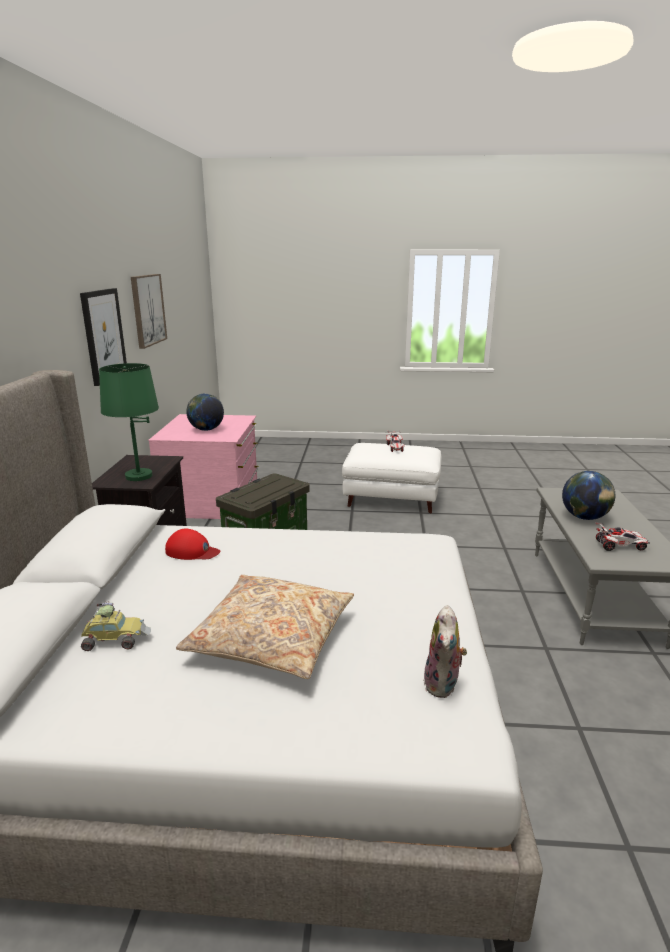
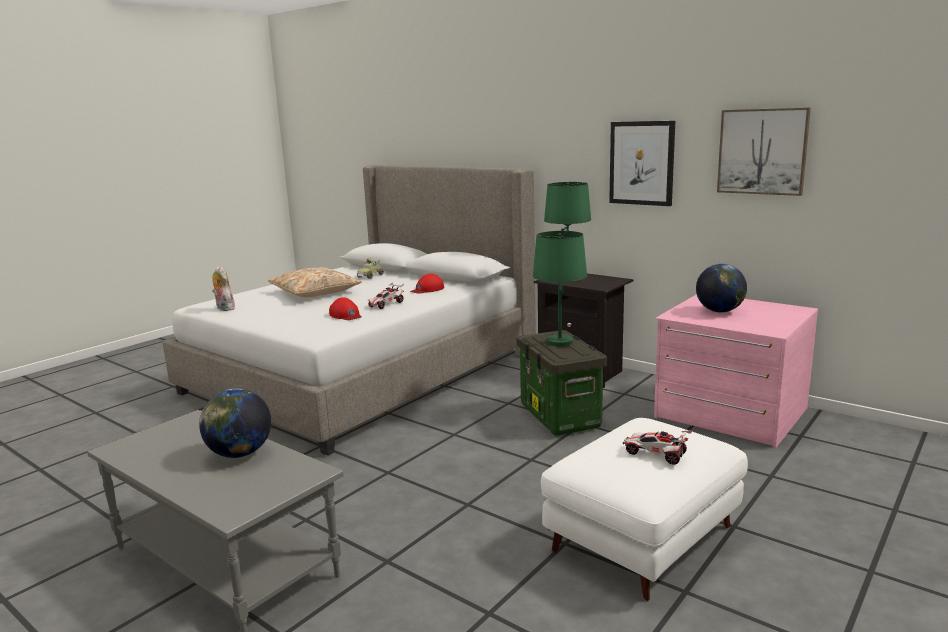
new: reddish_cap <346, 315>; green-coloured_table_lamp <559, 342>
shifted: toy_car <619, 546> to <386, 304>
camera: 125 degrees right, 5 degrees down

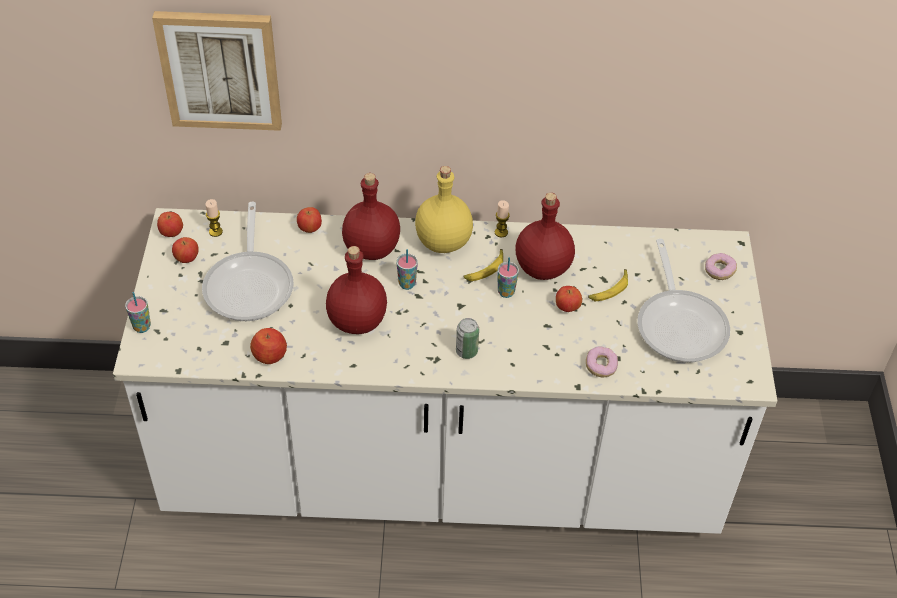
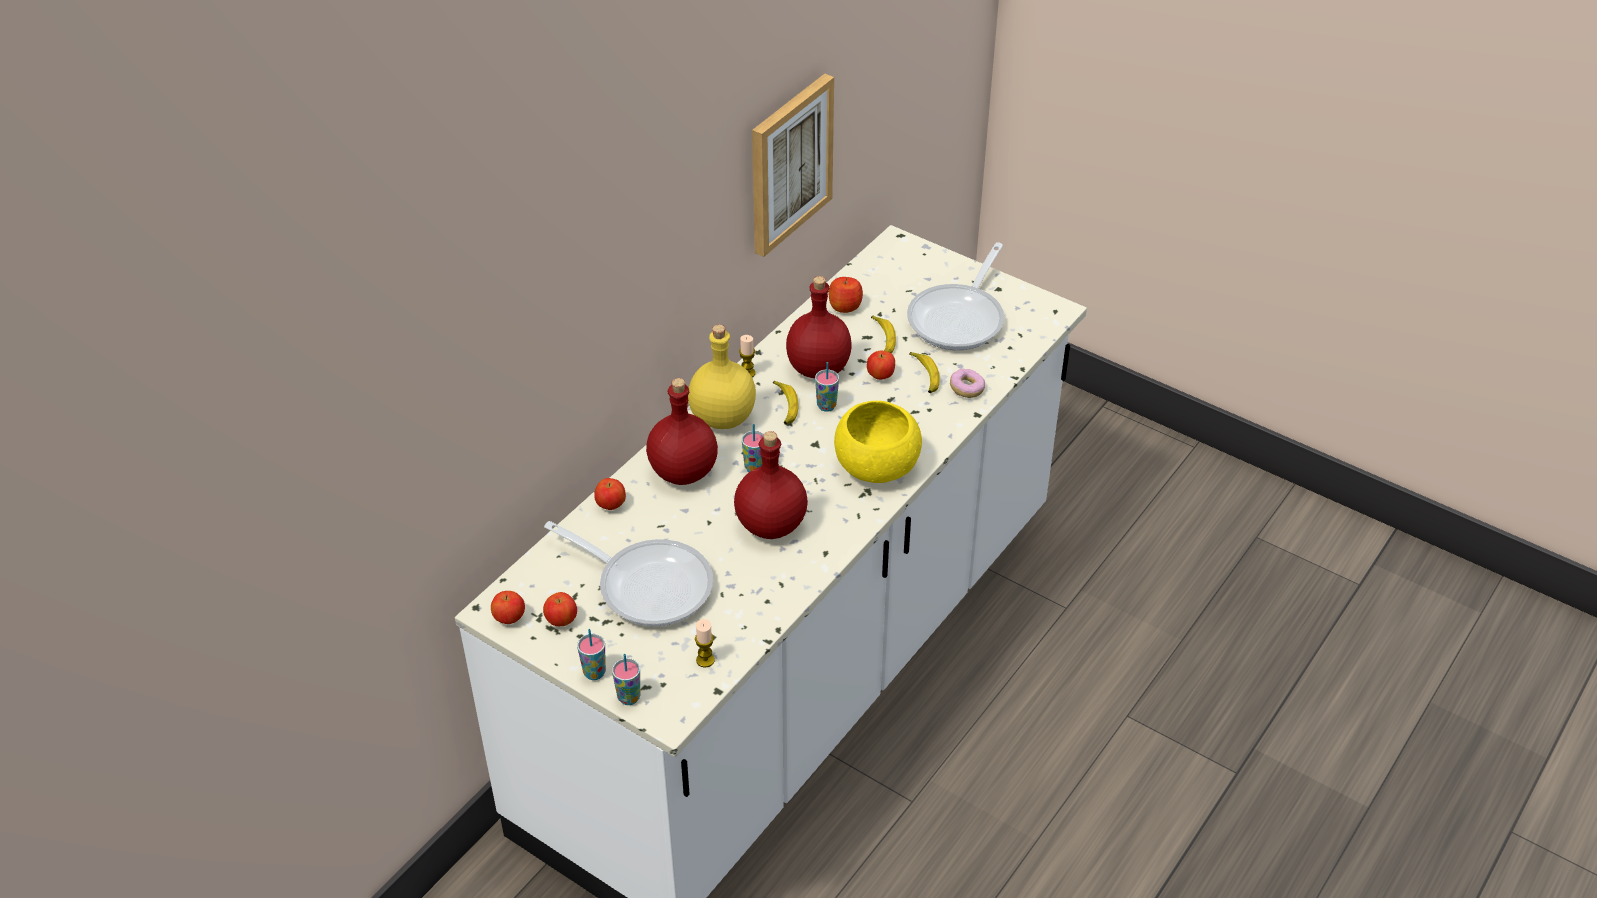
gone: donut <719, 271>
new: cup <594, 673>; banana_fruit <925, 376>
shifted: wax_light <215, 231> to <705, 660>; picture <220, 69> to <789, 163>; apple_fruit <270, 355> to <845, 306>
swapped: sealed_can <466, 351> to yellow-coloured_bowl <876, 466>
rotated: skillet <680, 324> = <960, 318> 90 degrees clockwise
camera: 55 degrees left, 5 degrees down

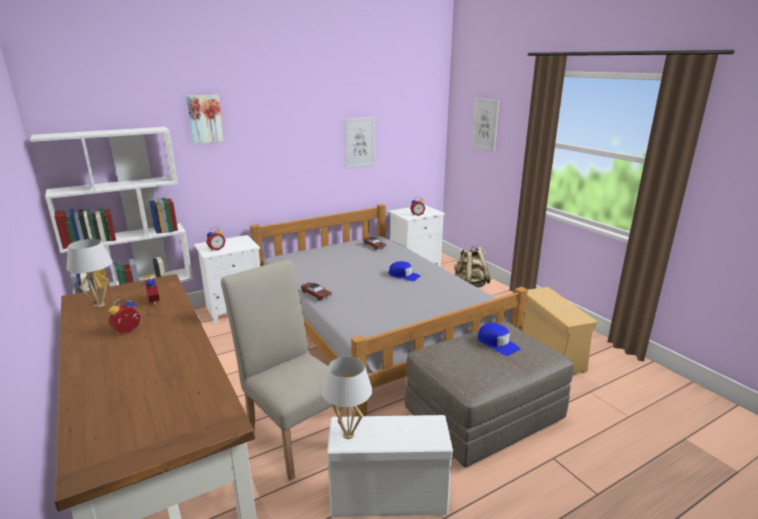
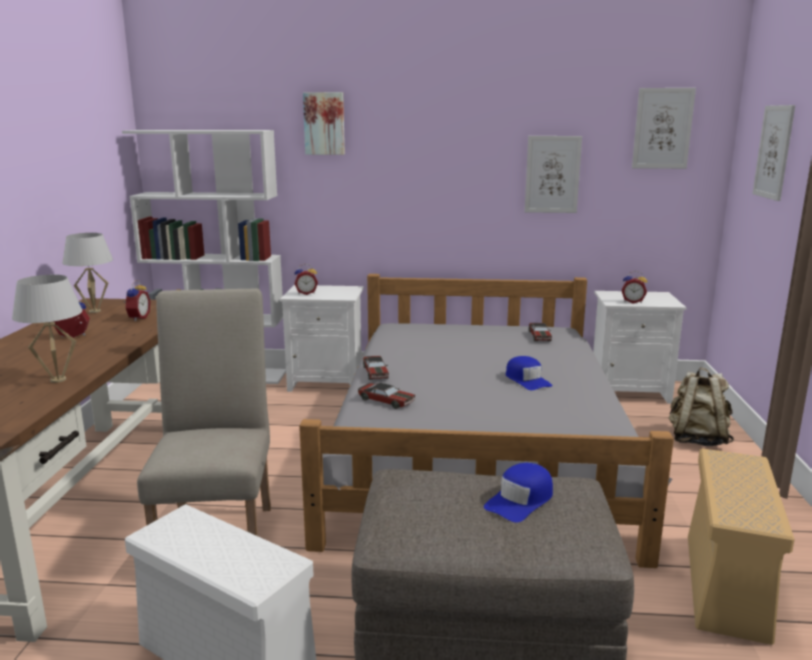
new: toy_car <386, 401>; picture <662, 128>
shifted: white-coloured_table_lamp <348, 434> to <58, 380>
rotated: blue-coloured_cap <497, 343> = <520, 500> 45 degrees clockwise
camera: 35 degrees right, 5 degrees down

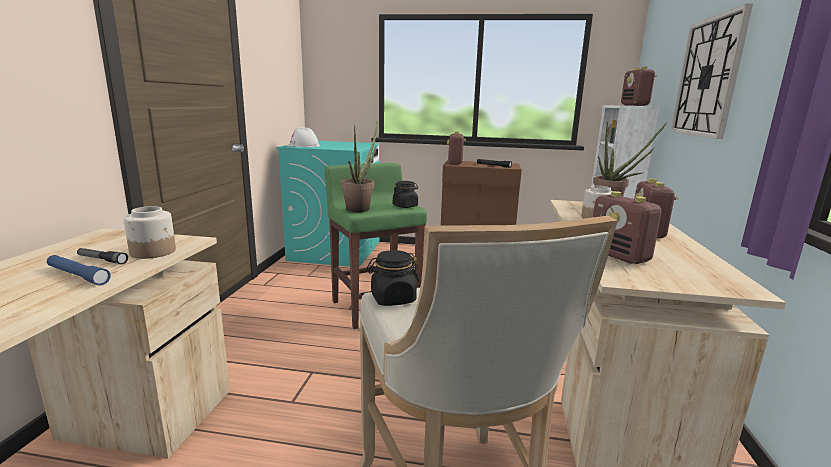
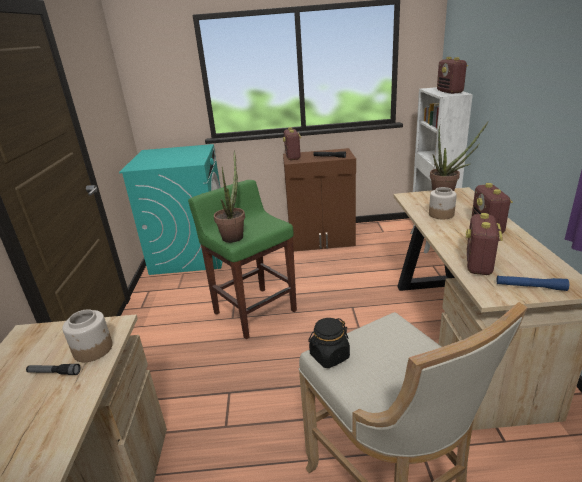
gone: white-coloured_work_helmet <303, 146>; black_jar <405, 206>; hanging_clock <707, 77>
shifted: blue-coloured_flashlight <78, 276> to <530, 287>
rotated: radio_set <619, 256> = <479, 265> 60 degrees clockwise
camera: 10 degrees left, 10 degrees up

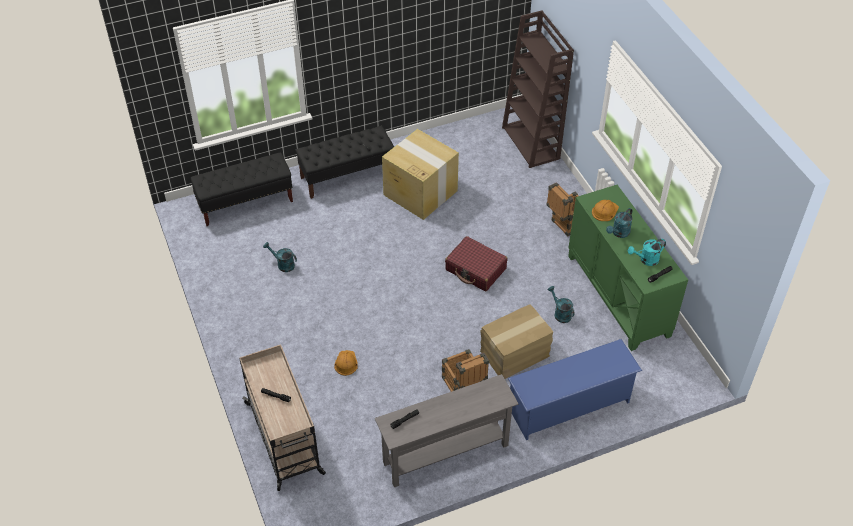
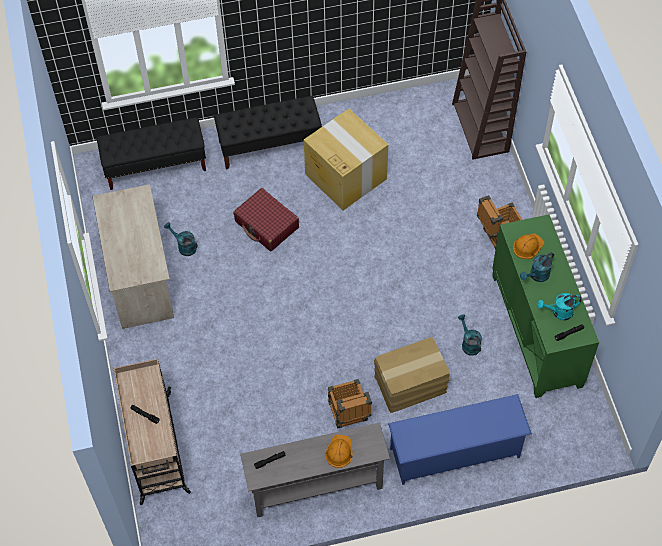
new: beige-coloured_desk_table <139, 276>
shifted: reddish_piece_of_luggage <476, 269> to <267, 225>; orange-coloured_work_helmet <346, 363> to <339, 451>
camera: 10 degrees right, 10 degrees up

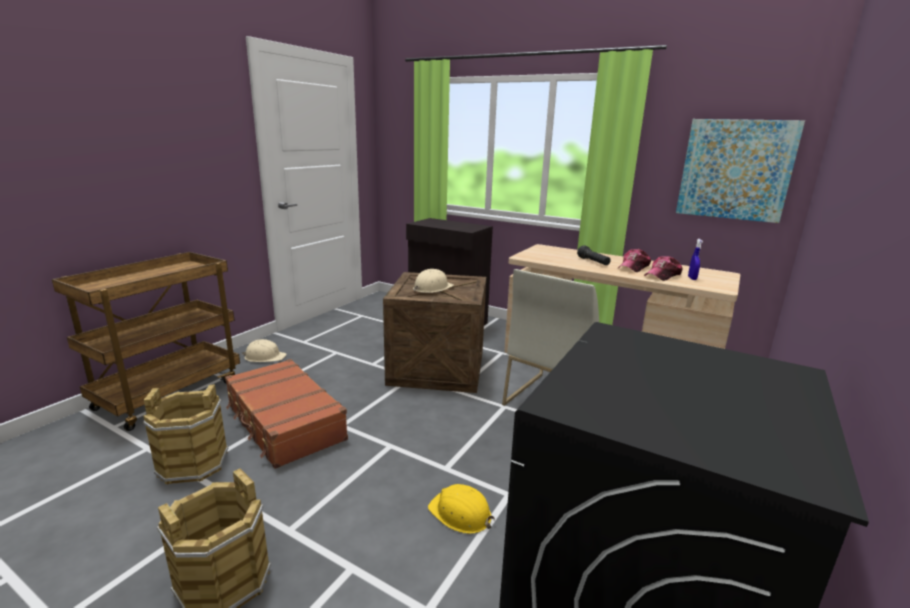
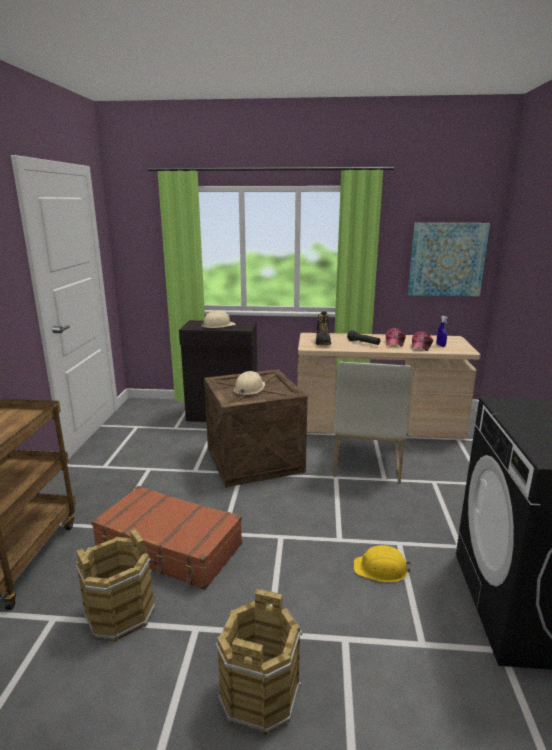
new: black_high-top_boot <323, 342>
shifted: beige-coloured_work_helmet <264, 357> to <218, 325>
camera: 25 degrees left, 0 degrees up

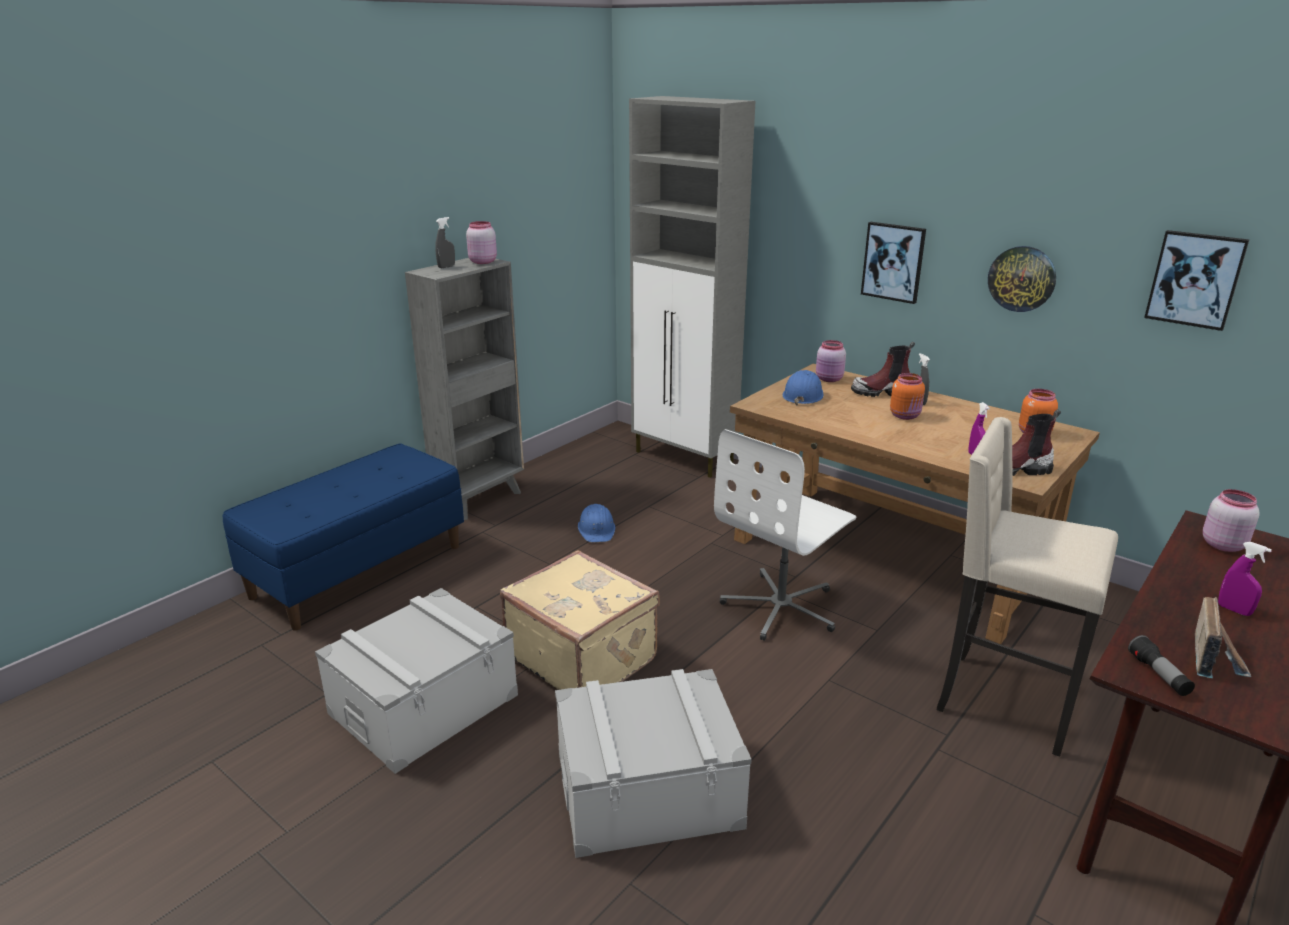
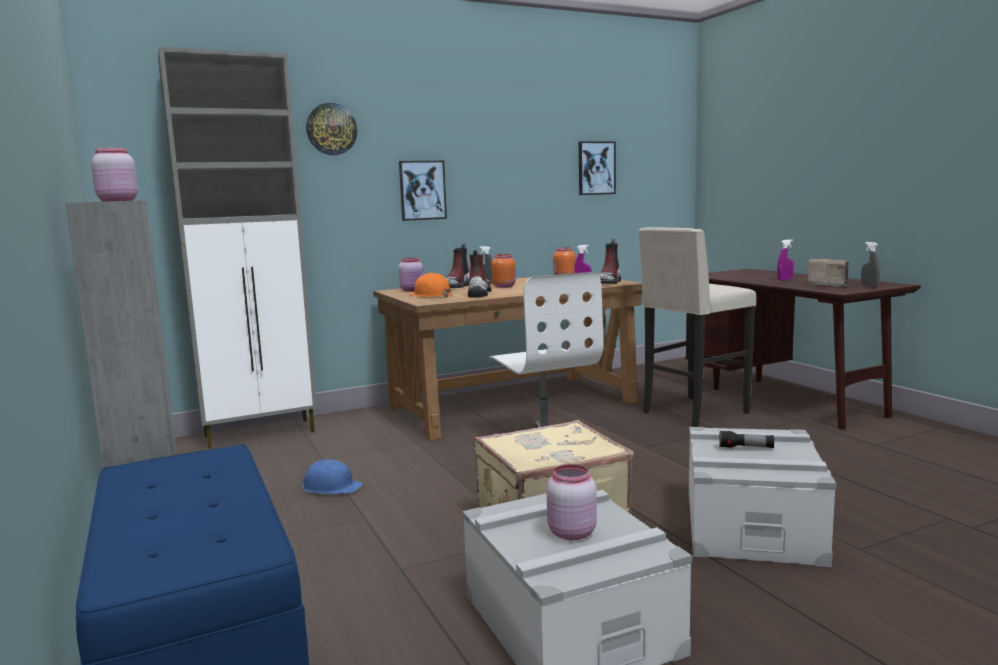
new: high-top_boot <479, 293>
shifted: hanging_clock <1022, 278> to <331, 129>; pink_jar <1221, 544> to <570, 533>; flashlight <1158, 675> to <746, 448>; greyish_sprayer <446, 267> to <869, 286>
repainted: blue-coloured_work_helmet <803, 395> to orange-coloured_work_helmet <430, 295>
camera: 65 degrees left, 15 degrees down

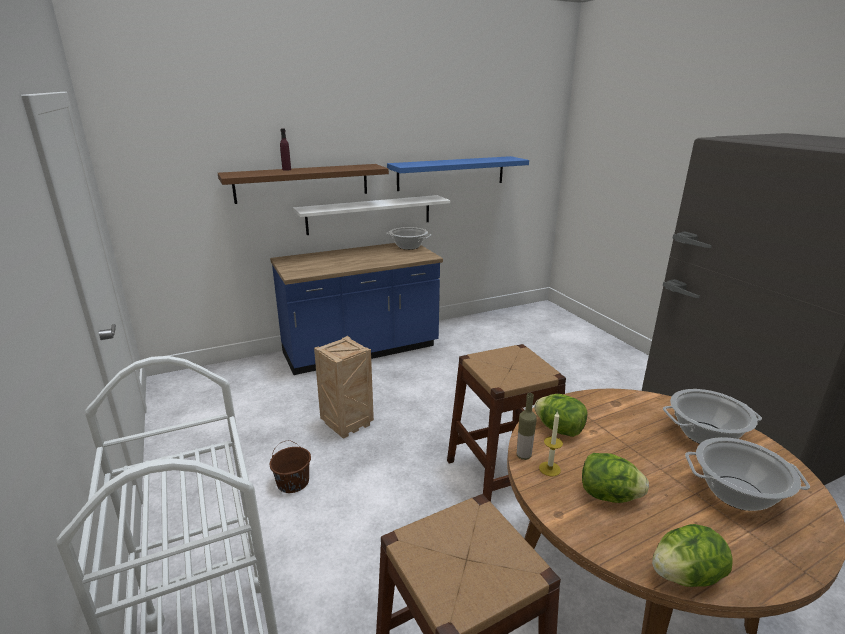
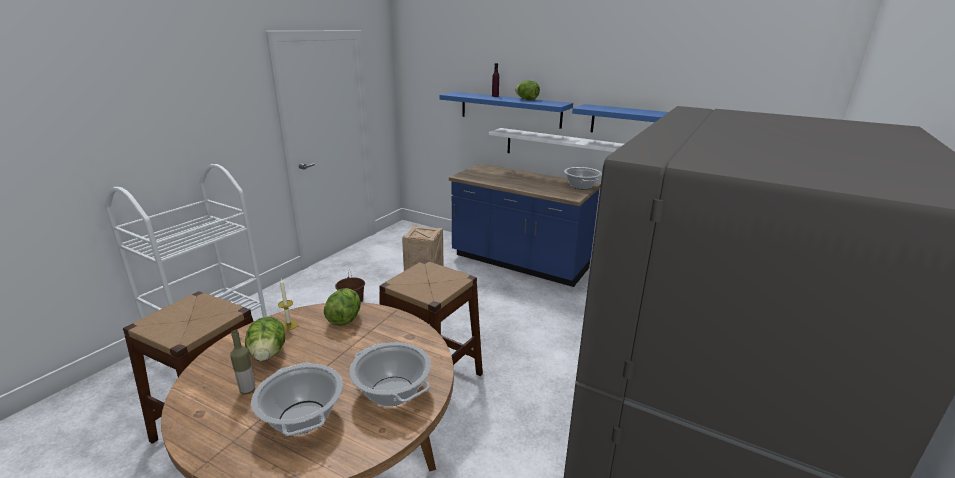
shifted: bottle <523, 455> to <247, 390>; lettuce <685, 576> to <527, 99>
repainted: brown_shelf <302, 183> to blue-coloured_shelf <510, 109>
camera: 55 degrees right, 0 degrees up

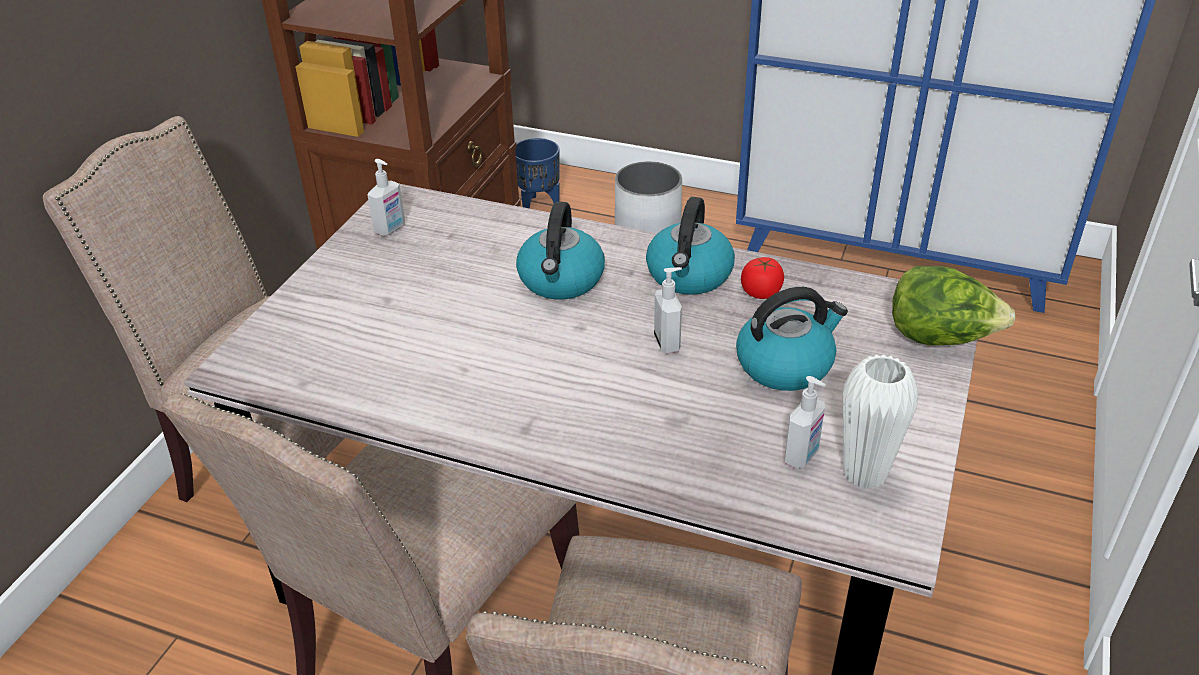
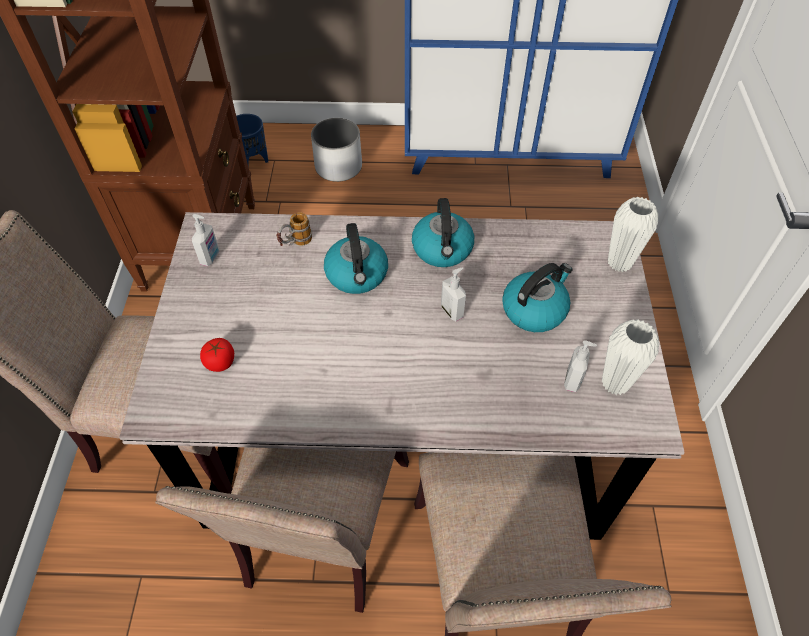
new: mug <295, 244>
shifted: tomato <761, 292> to <220, 362>
swapped: lettuce <940, 337> to white-coloured_flower_vase <619, 263>
camera: 20 degrees left, 15 degrees up

